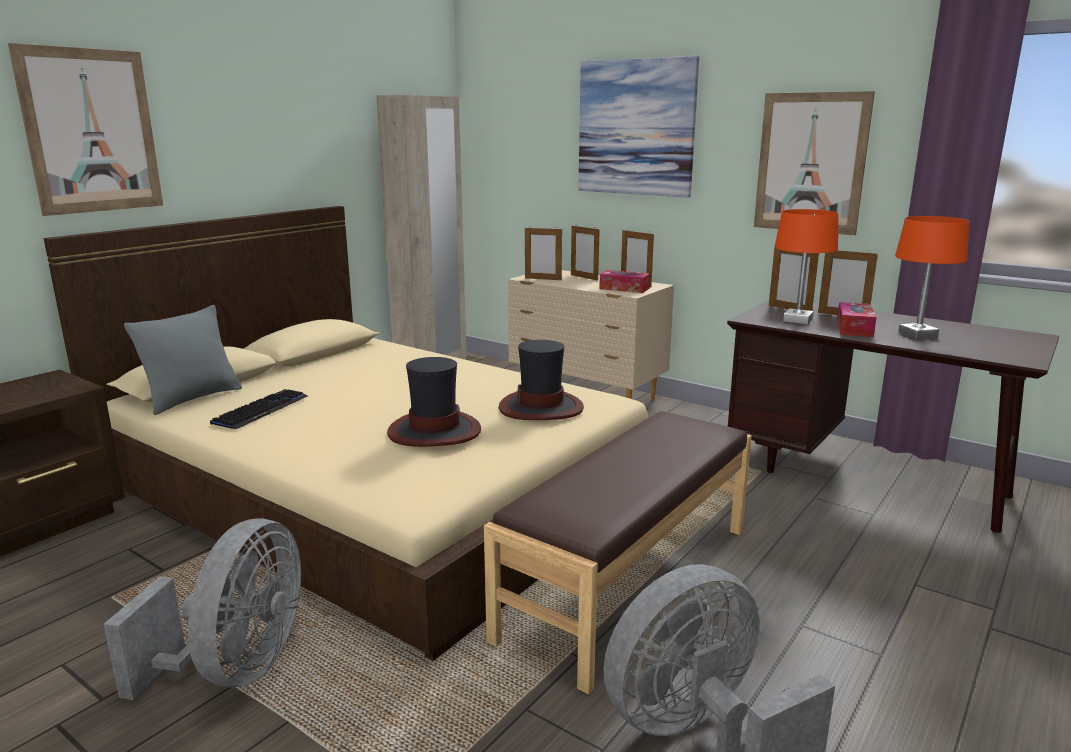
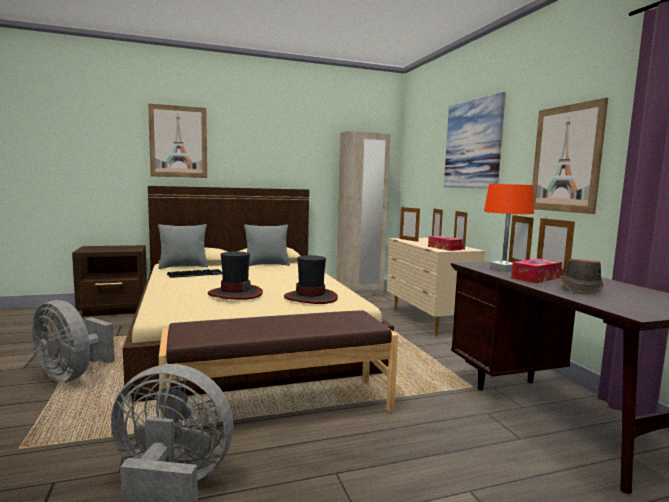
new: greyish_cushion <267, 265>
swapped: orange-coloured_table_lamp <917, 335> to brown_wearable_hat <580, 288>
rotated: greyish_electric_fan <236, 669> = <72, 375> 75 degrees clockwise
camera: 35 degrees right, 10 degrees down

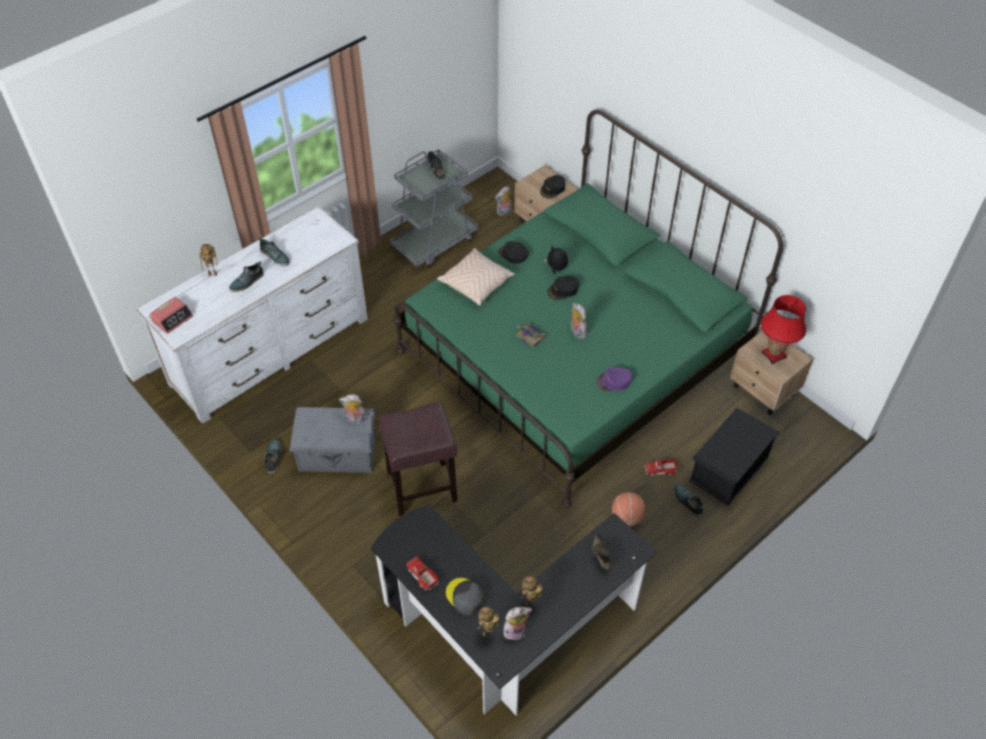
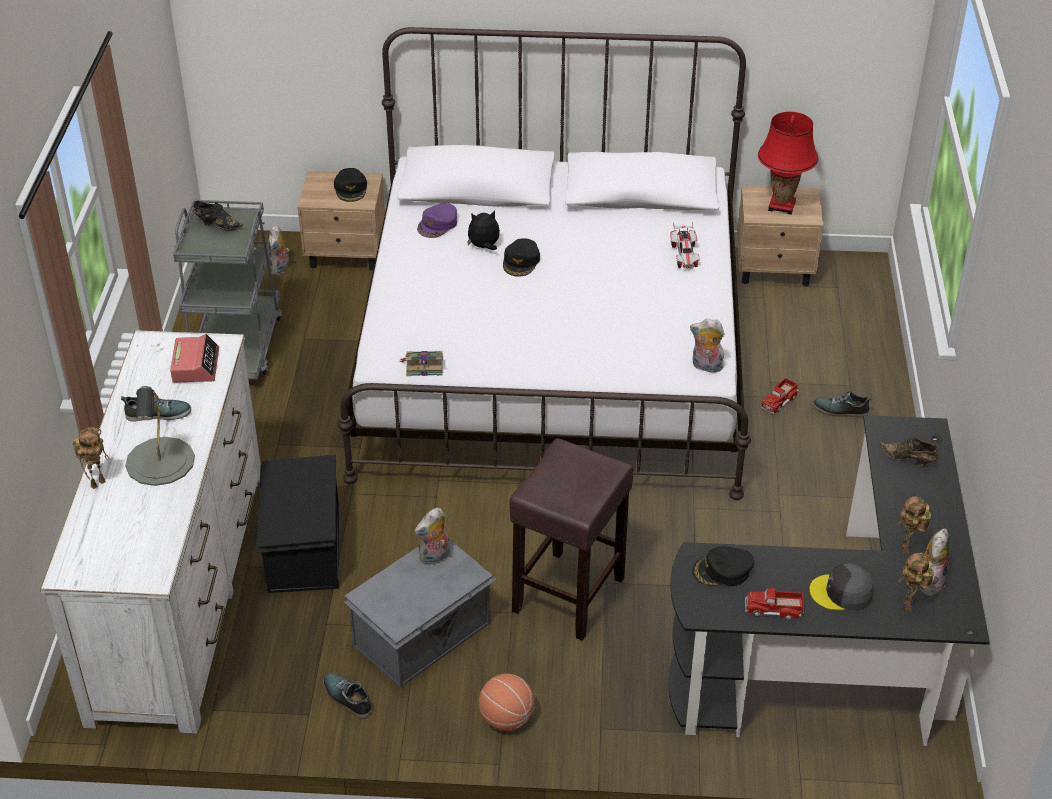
gone: beige-coloured_cushion <476, 283>
new: toy_car <685, 256>
shifted: table_clock <172, 318> to <195, 365>; black_storage_container <727, 469> to <302, 549>; bound_book <530, 336> to <423, 366>; purplish_cap <614, 381> to <438, 225>; ball_for_basketball <626, 517> to <507, 719>; soft_toy <577, 332> to <706, 367>; black_cap <513, 254> to <722, 571>
swapped: low_shoe <247, 282> to greyish_table_lamp <160, 461>
repainted: green-coloured_bedroom_bed <573, 355> to white-coloured_bedroom_bed <551, 357>
camera: 45 degrees left, 10 degrees down

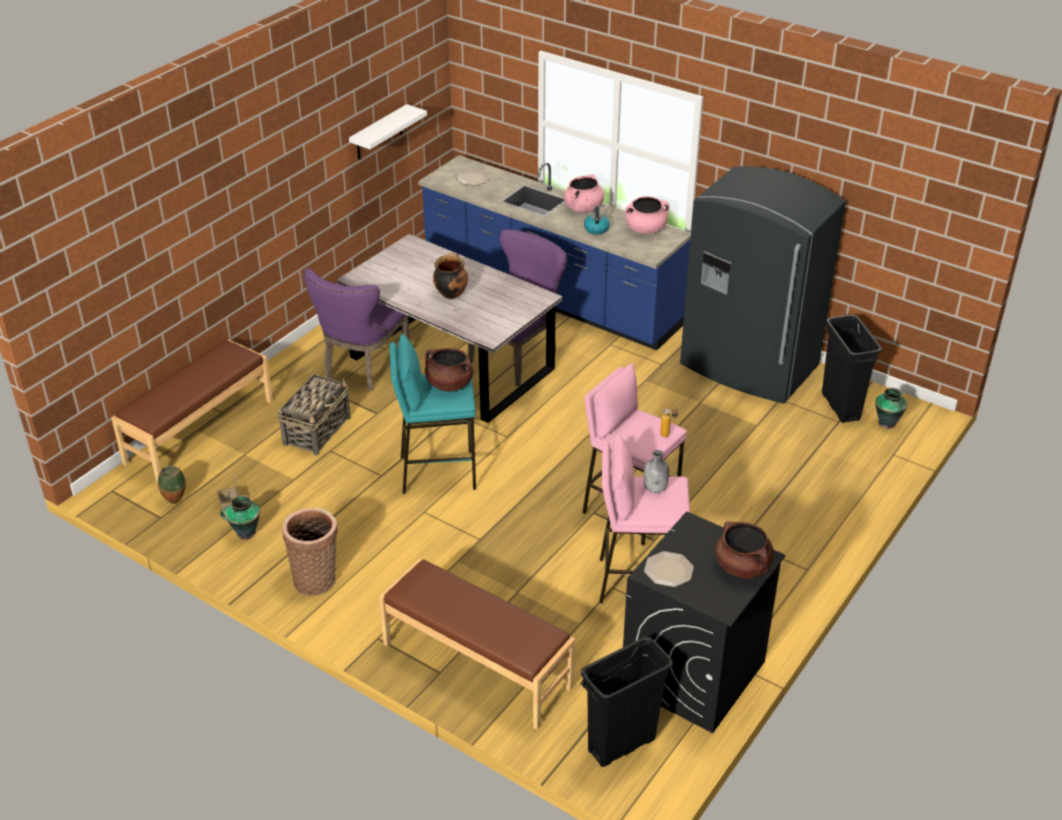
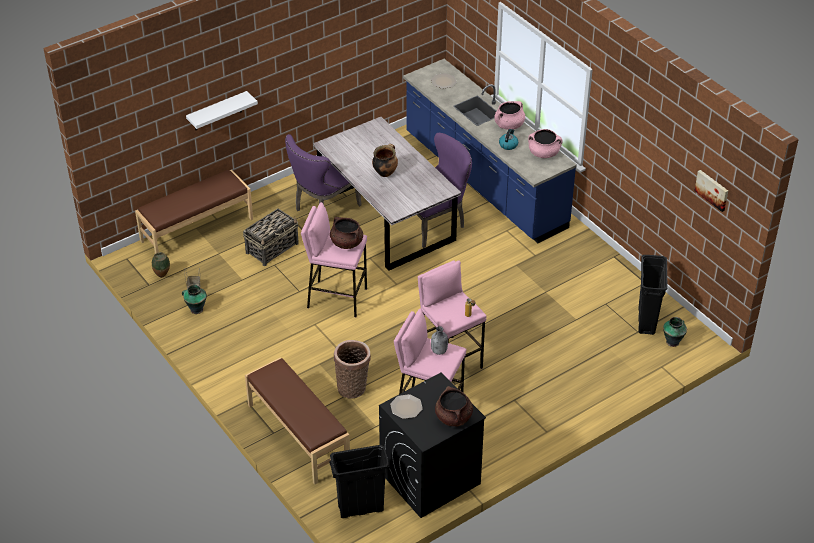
gone: greyish_fridge <748, 367>
new: picture <712, 190>
shifted: white-coloured_shelf <379, 133> to <217, 111>; basket <316, 579> to <353, 387>
repainted: turquoise-coloured_sitting_stool <437, 472> to pink_sitting_stool <336, 298>
camera: 20 degrees right, 5 degrees up

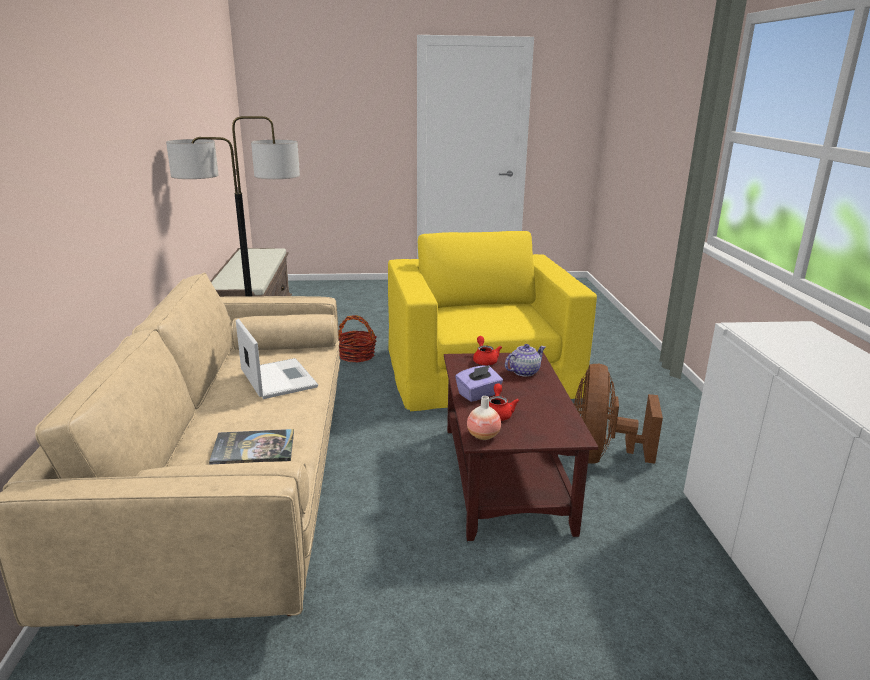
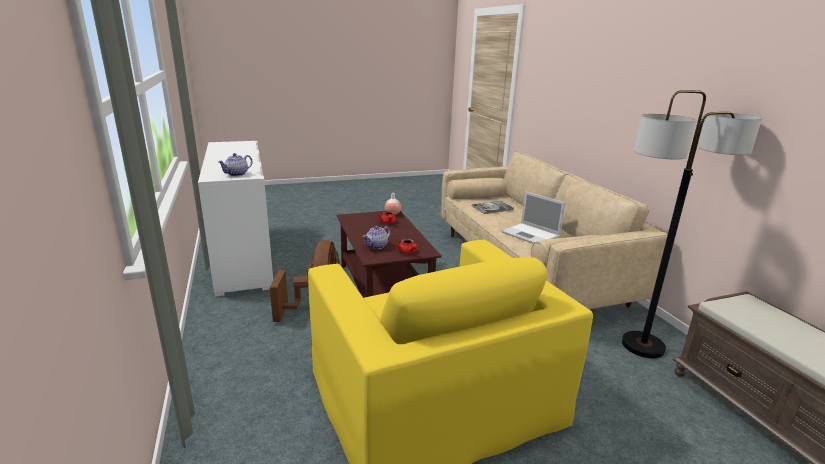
gone: basket <356, 356>; purplish_tissue_holder <478, 394>
new: pot_for_tea <237, 174>
camera: 165 degrees right, 0 degrees up

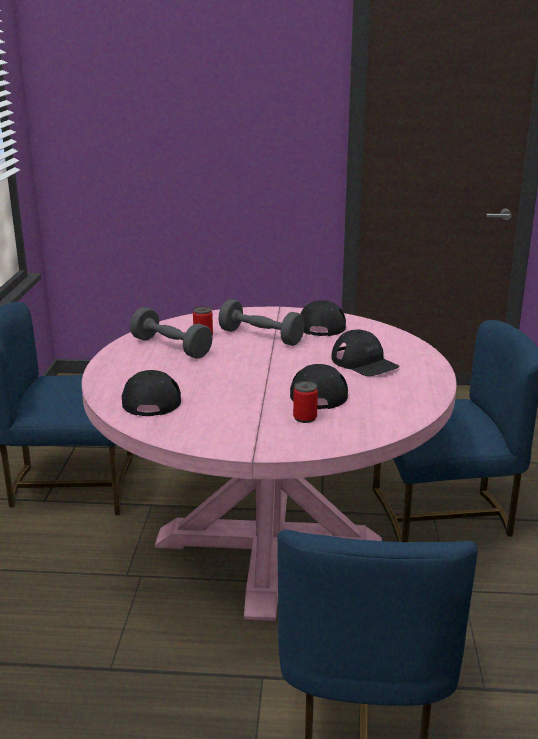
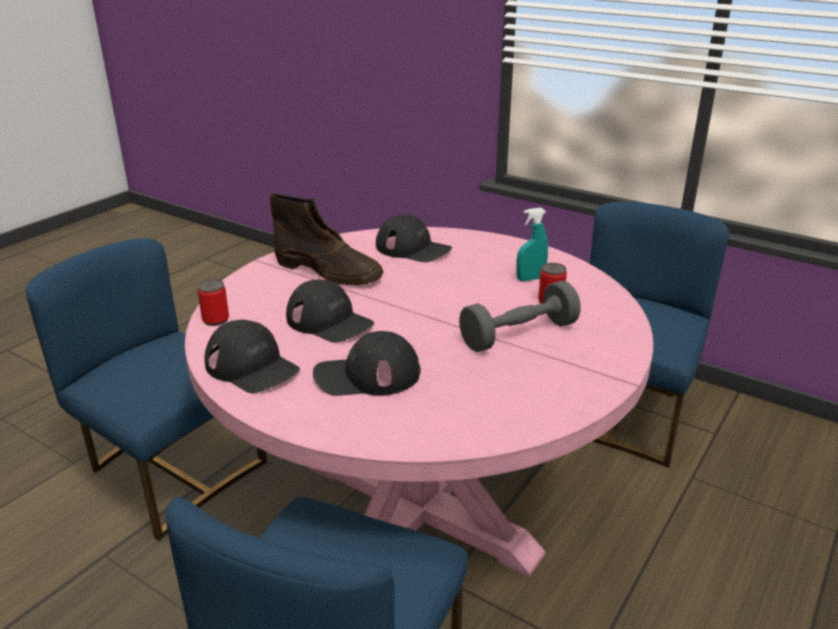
new: brown_high-top_boot <329, 271>
shifted: sealed_can <305, 418> to <215, 320>; black_cap <322, 324> to <252, 367>
swapped: greyish_hand_weight <171, 347> to turquoise-coloured_sprayer <530, 279>
camera: 120 degrees right, 5 degrees up

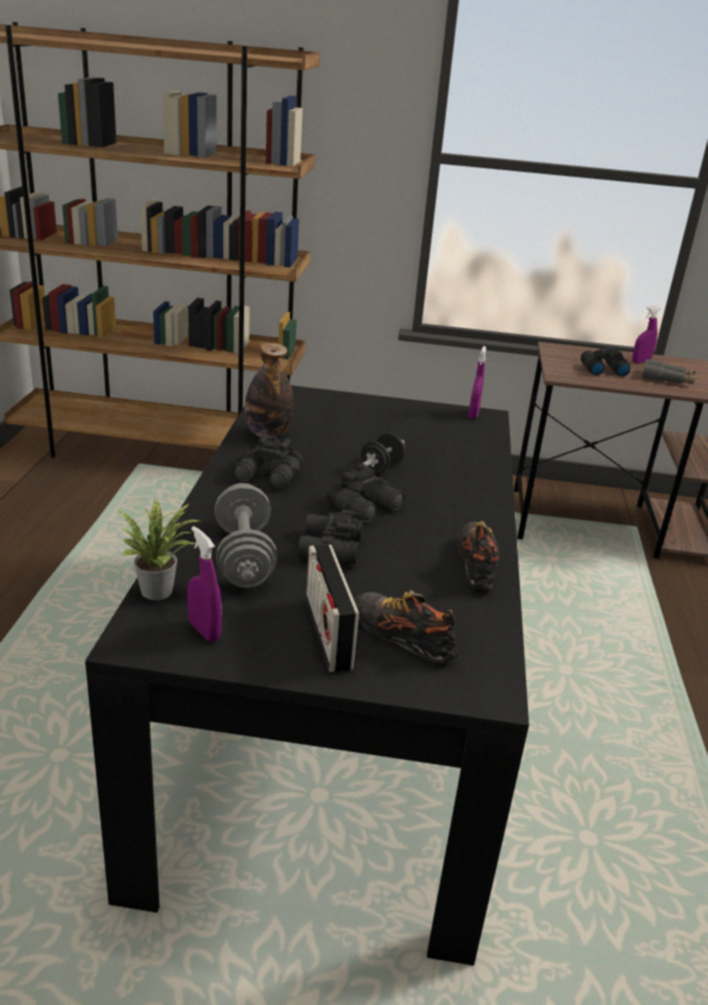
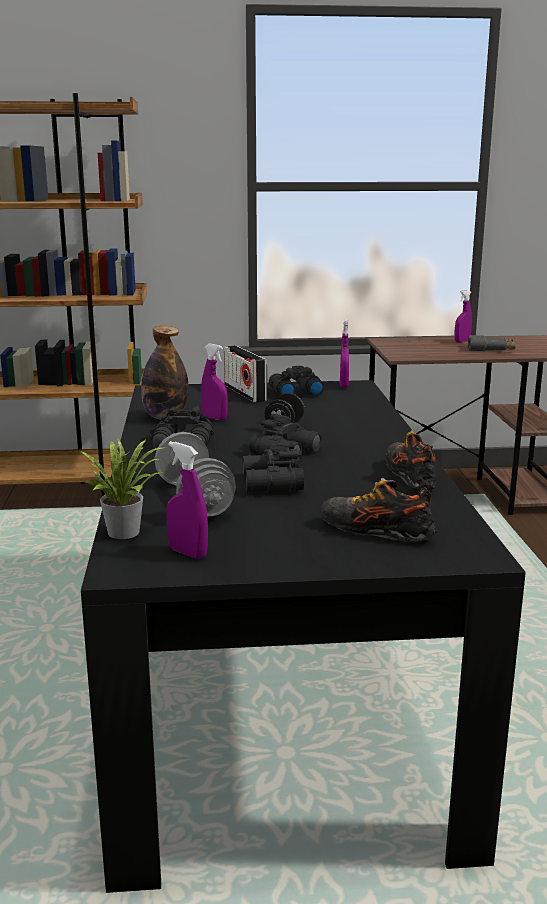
new: purplish_sprayer <214, 418>
shifted: radio_set <328, 633> to <245, 393>; black_pair_of_binoculars <602, 369> to <294, 392>
camera: 10 degrees left, 10 degrees down

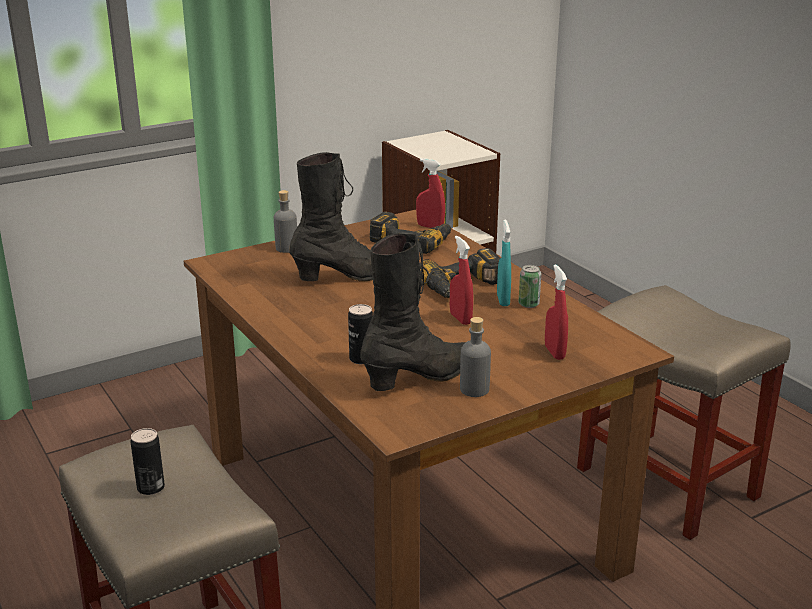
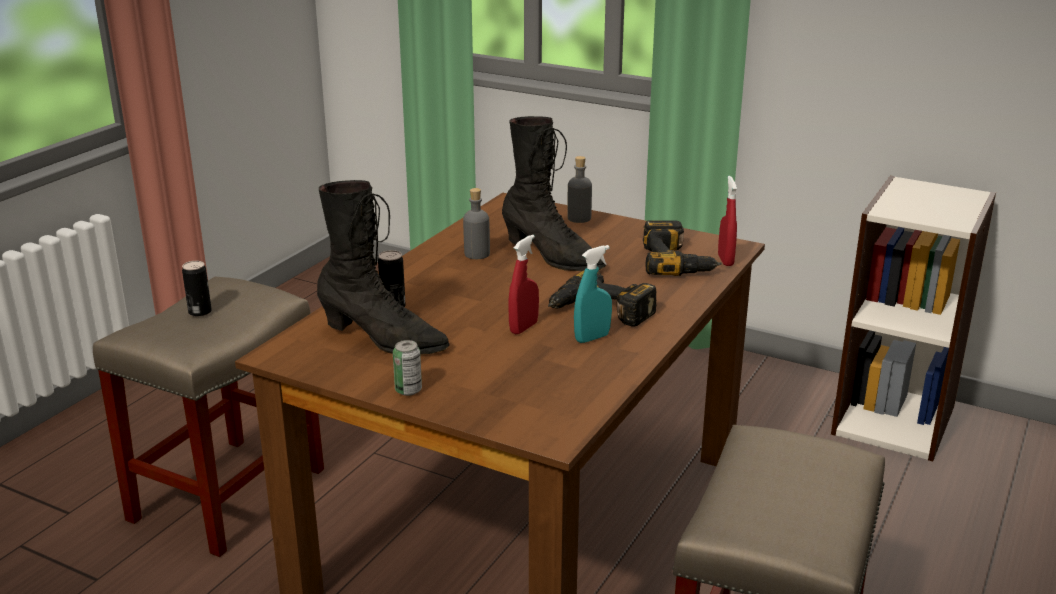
gone: reddish_sprayer <554, 352>
shifted: sealed_can <528, 304> to <408, 390>; greyish_bottle <474, 389> to <477, 254>
camera: 60 degrees right, 0 degrees up

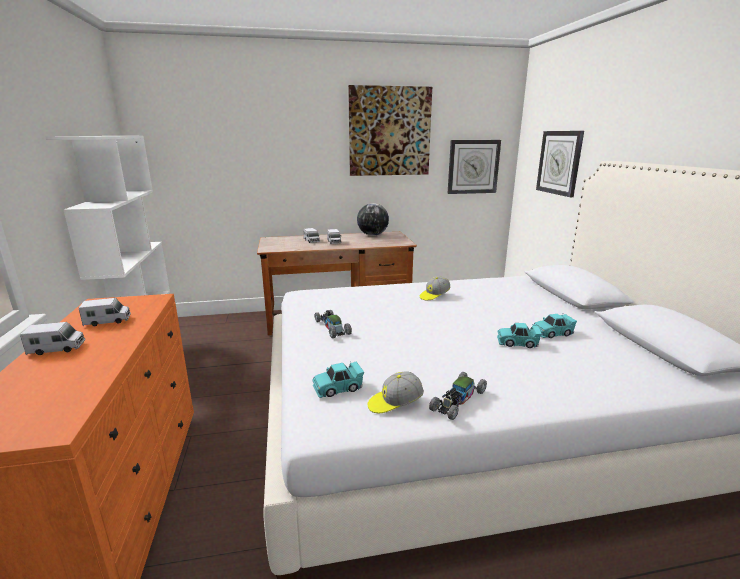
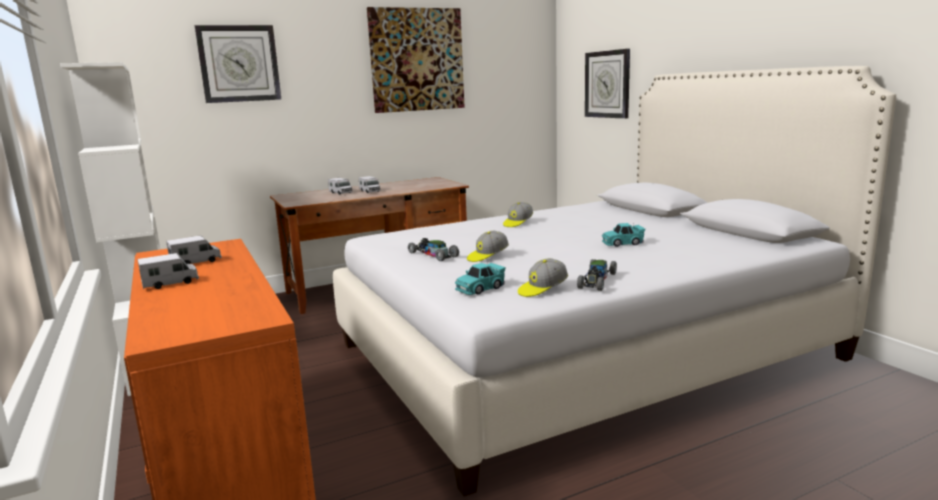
gone: world_globe <372, 235>; turquoise-coloured_toy_car <552, 333>
new: cap <487, 256>
shifted: hanging_clock <473, 167> to <239, 64>
camera: 15 degrees left, 5 degrees down

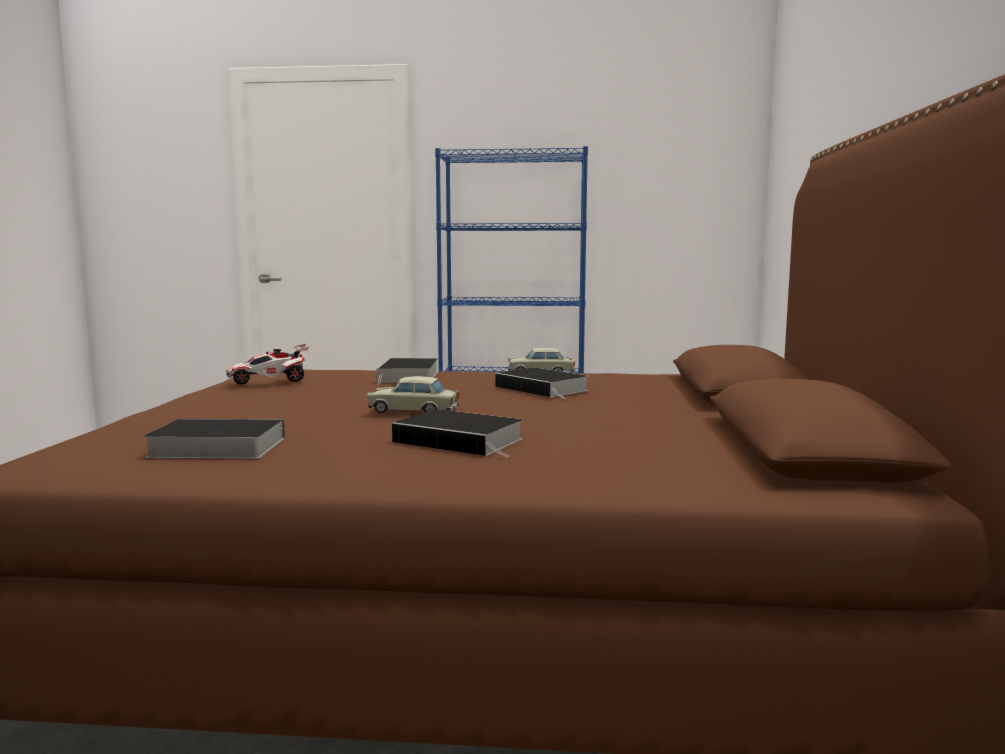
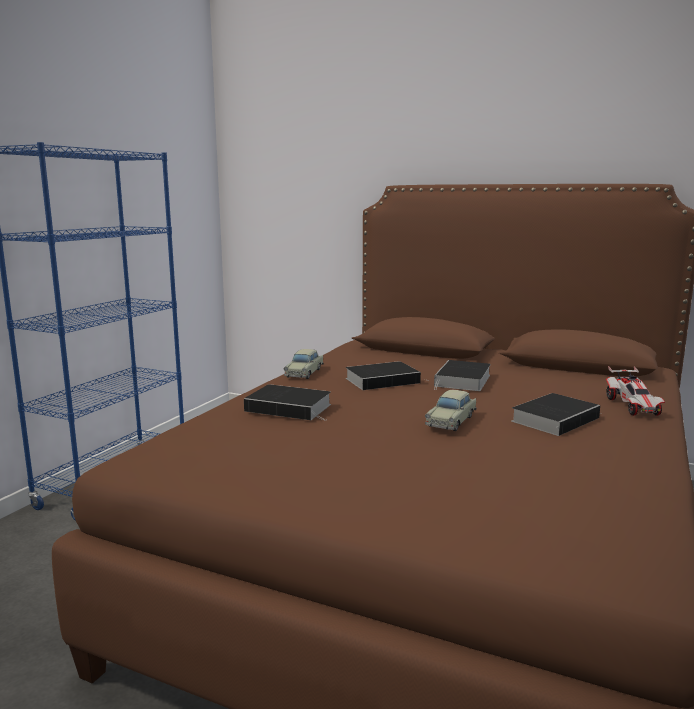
shifted: bound_book <213, 447> to <463, 381>; toy_car <269, 381> to <633, 406>
camera: 70 degrees left, 5 degrees up

